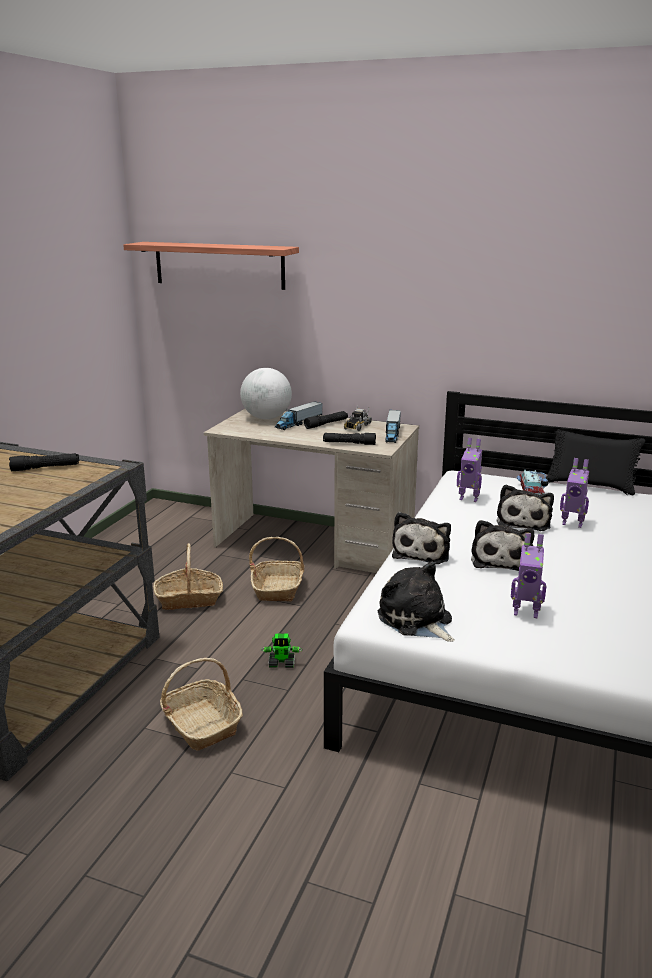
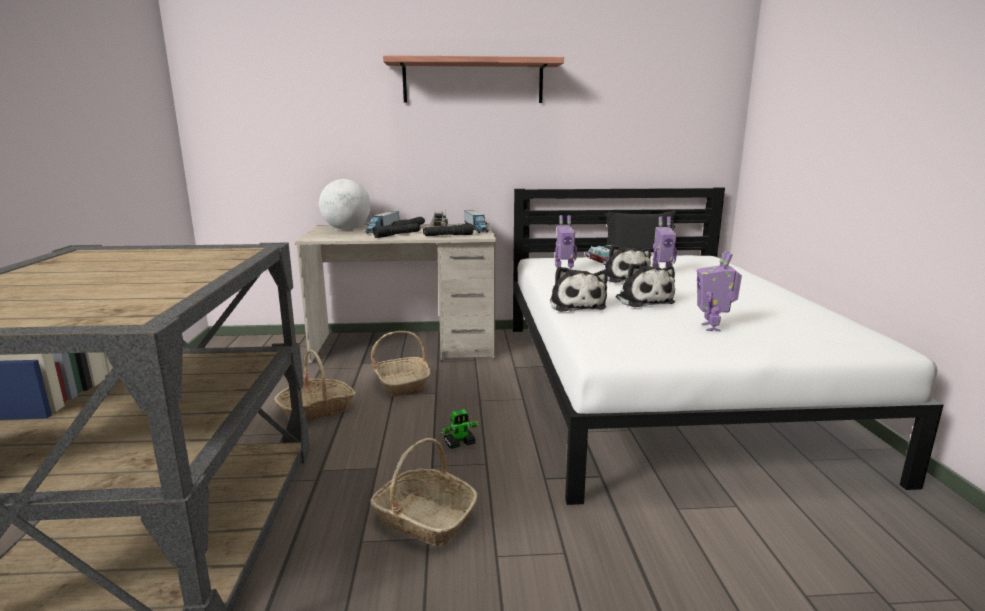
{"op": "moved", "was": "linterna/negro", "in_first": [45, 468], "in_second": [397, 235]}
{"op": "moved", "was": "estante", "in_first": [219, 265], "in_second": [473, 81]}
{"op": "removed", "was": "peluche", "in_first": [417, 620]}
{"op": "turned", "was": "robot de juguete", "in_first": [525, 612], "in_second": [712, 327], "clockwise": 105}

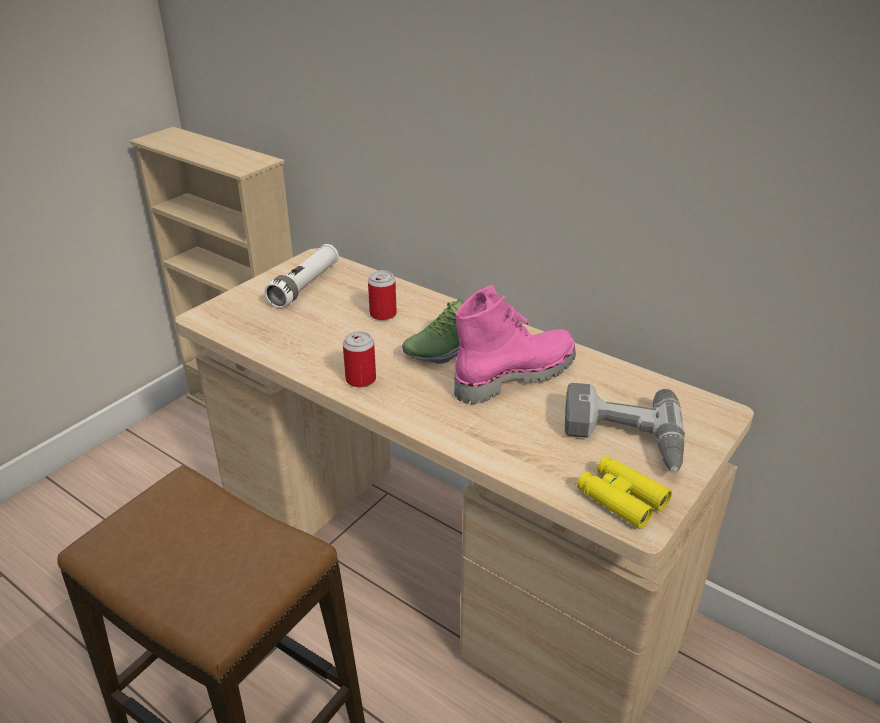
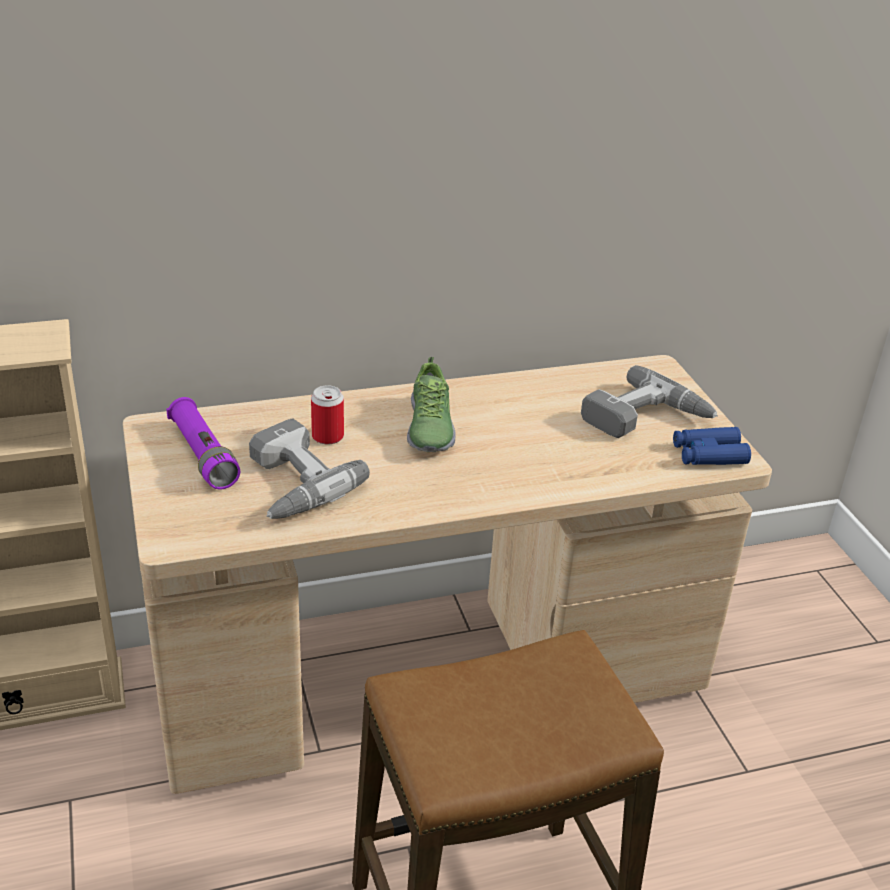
{"op": "recoloured", "was": "linterna/blanco", "now": "linterna/morado", "in_first": [305, 286], "in_second": [203, 455]}
{"op": "removed", "was": "lata", "in_first": [361, 379]}
{"op": "removed", "was": "bota/rosa", "in_first": [514, 376]}
{"op": "recoloured", "was": "prismáticos/amarillo", "now": "prismáticos/azul", "in_first": [621, 498], "in_second": [709, 454]}
{"op": "added", "now": "taladro", "in_second": [290, 484]}

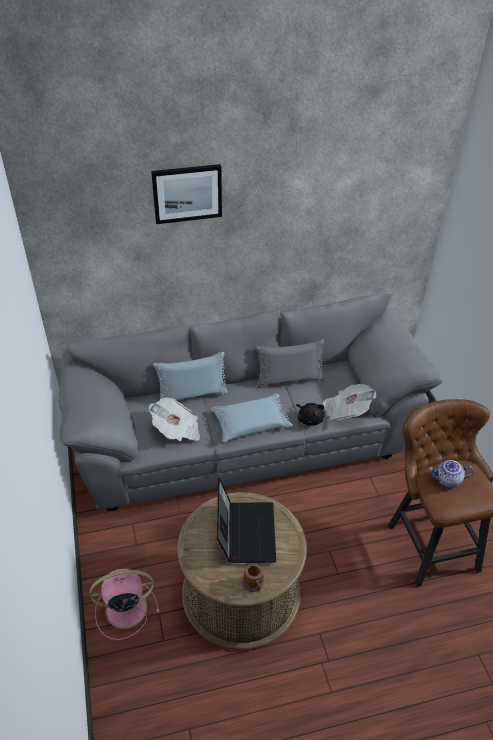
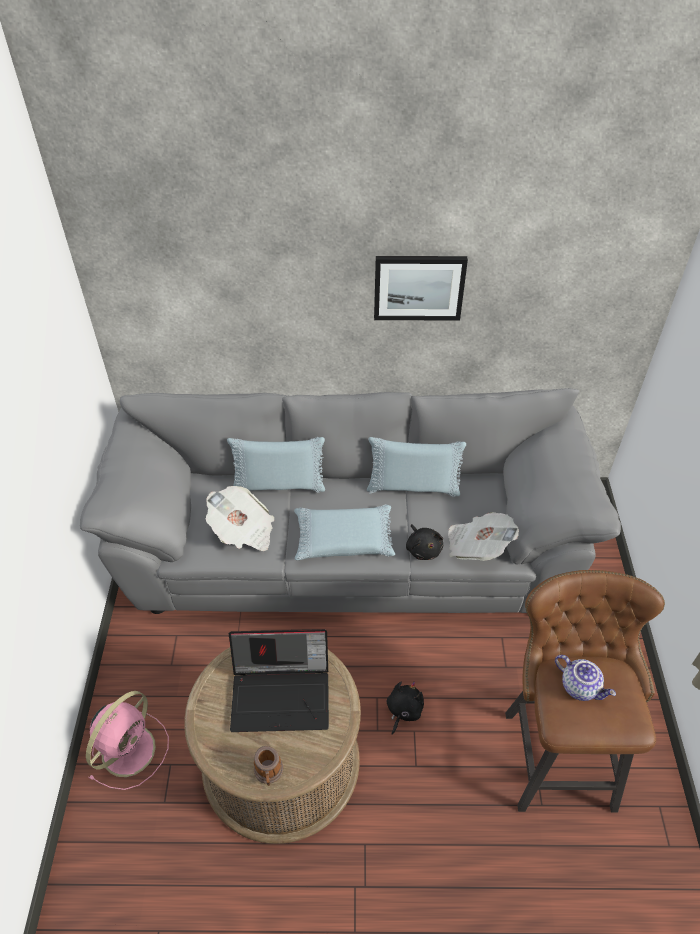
{"op": "turned", "was": "ventilador/rosa", "in_first": [124, 609], "in_second": [130, 748], "clockwise": 120}
{"op": "moved", "was": "cuadro", "in_first": [187, 193], "in_second": [419, 287]}
{"op": "turned", "was": "portátil", "in_first": [245, 532], "in_second": [282, 694], "clockwise": 75}
{"op": "recoloured", "was": "cojín/gris", "now": "cojín/azul", "in_first": [289, 379], "in_second": [413, 486]}
{"op": "turned", "was": "tetera", "in_first": [447, 481], "in_second": [580, 686], "clockwise": -150}
{"op": "added", "now": "peluche/negro", "in_second": [403, 710]}

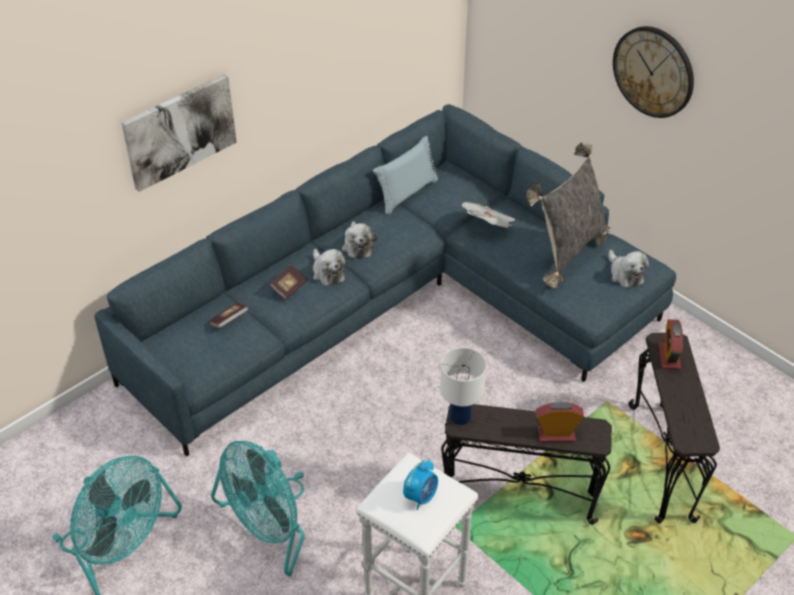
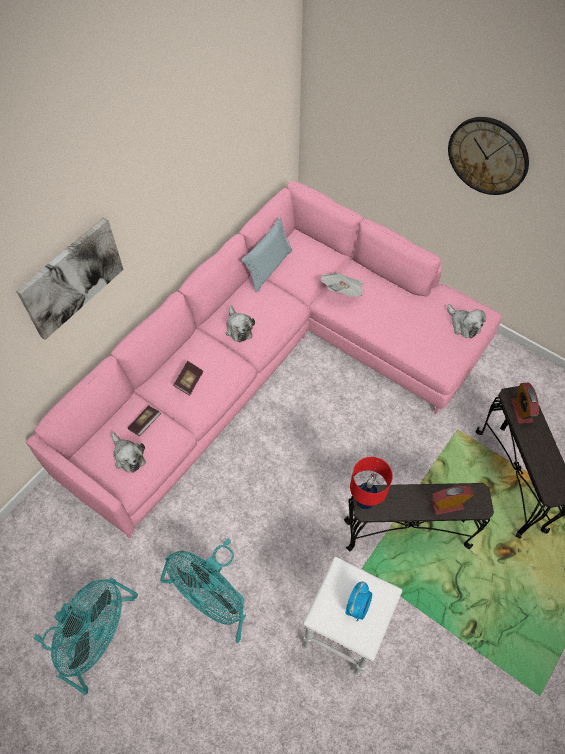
{"op": "recoloured", "was": "sofá/azul", "now": "sofá/rosa", "in_first": [399, 305], "in_second": [275, 362]}
{"op": "moved", "was": "peluche", "in_first": [327, 272], "in_second": [128, 456]}
{"op": "recoloured", "was": "lámpara de mesa/blanco", "now": "lámpara de mesa/rojo", "in_first": [460, 419], "in_second": [364, 502]}
{"op": "removed", "was": "cojín", "in_first": [563, 256]}

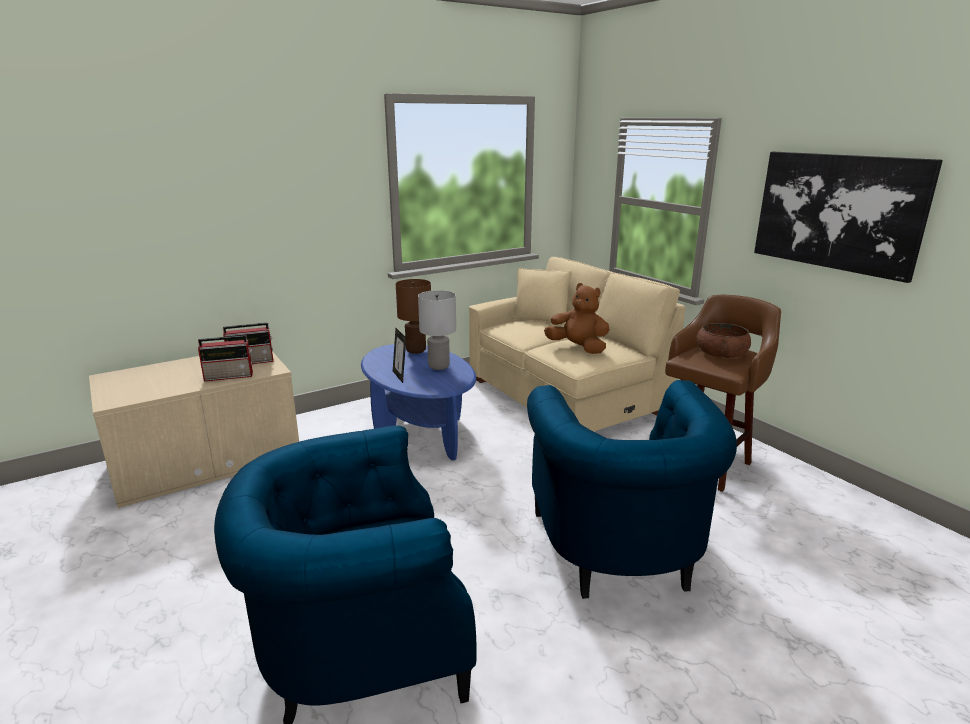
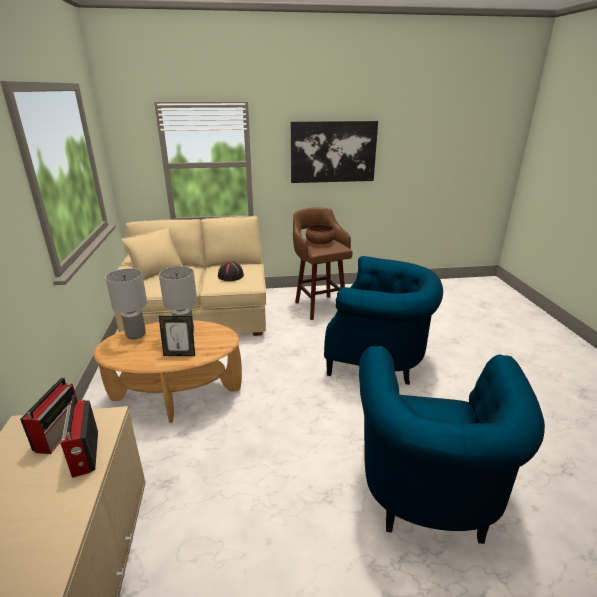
{"op": "turned", "was": "radio", "in_first": [230, 376], "in_second": [85, 454], "clockwise": 150}
{"op": "recoloured", "was": "mesa de centro/azul", "now": "mesa de centro/marrón", "in_first": [420, 430], "in_second": [176, 395]}
{"op": "recoloured", "was": "lámpara de mesa/marrón", "now": "lámpara de mesa/gris", "in_first": [416, 351], "in_second": [136, 336]}
{"op": "replaced", "was": "peluche/marrón", "now": "sombrero/negro", "in_first": [578, 348], "in_second": [231, 276]}

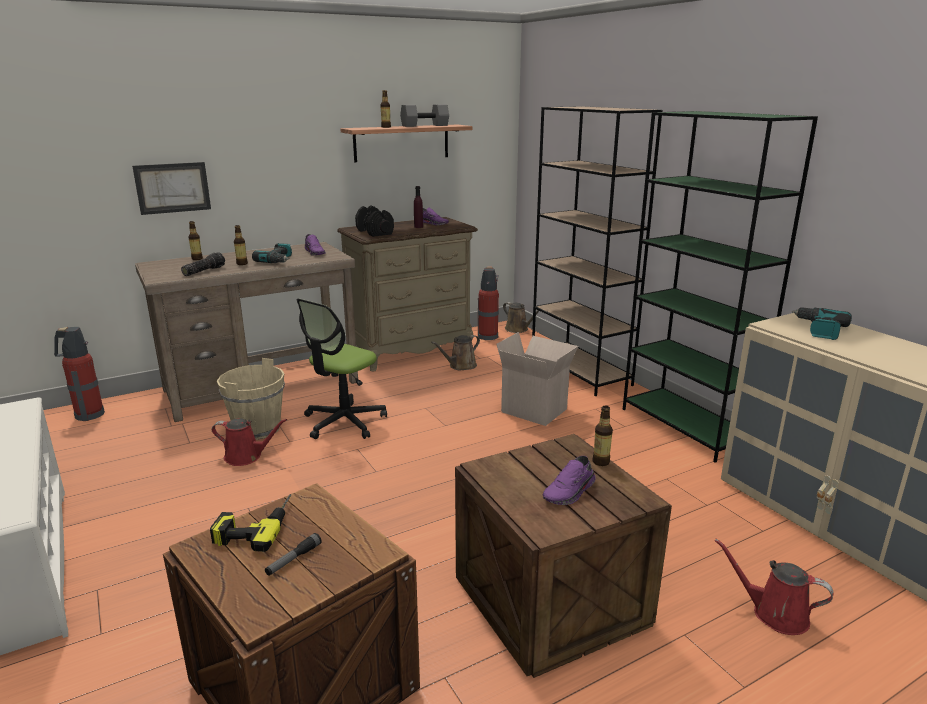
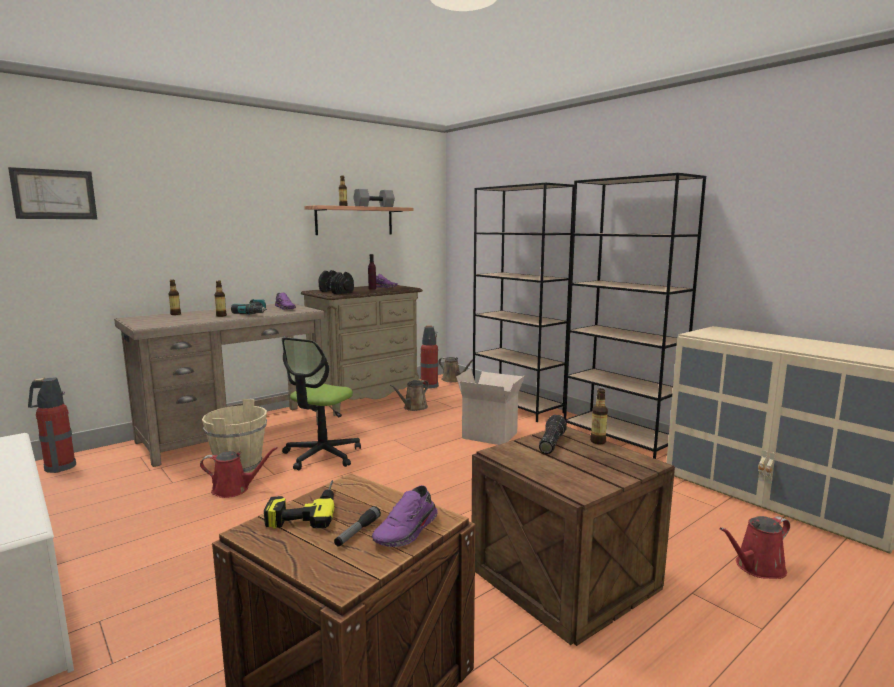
{"op": "moved", "was": "cuadro", "in_first": [172, 188], "in_second": [54, 194]}
{"op": "moved", "was": "linterna", "in_first": [203, 271], "in_second": [550, 443]}
{"op": "moved", "was": "zapato/morado", "in_first": [570, 492], "in_second": [407, 531]}
{"op": "recoloured", "was": "estantería/verde", "now": "estantería/beis", "in_first": [686, 427], "in_second": [620, 438]}
{"op": "turned", "was": "regadera/rojo", "in_first": [774, 614], "in_second": [757, 568], "clockwise": -45}
{"op": "removed", "was": "taladro", "in_first": [819, 329]}

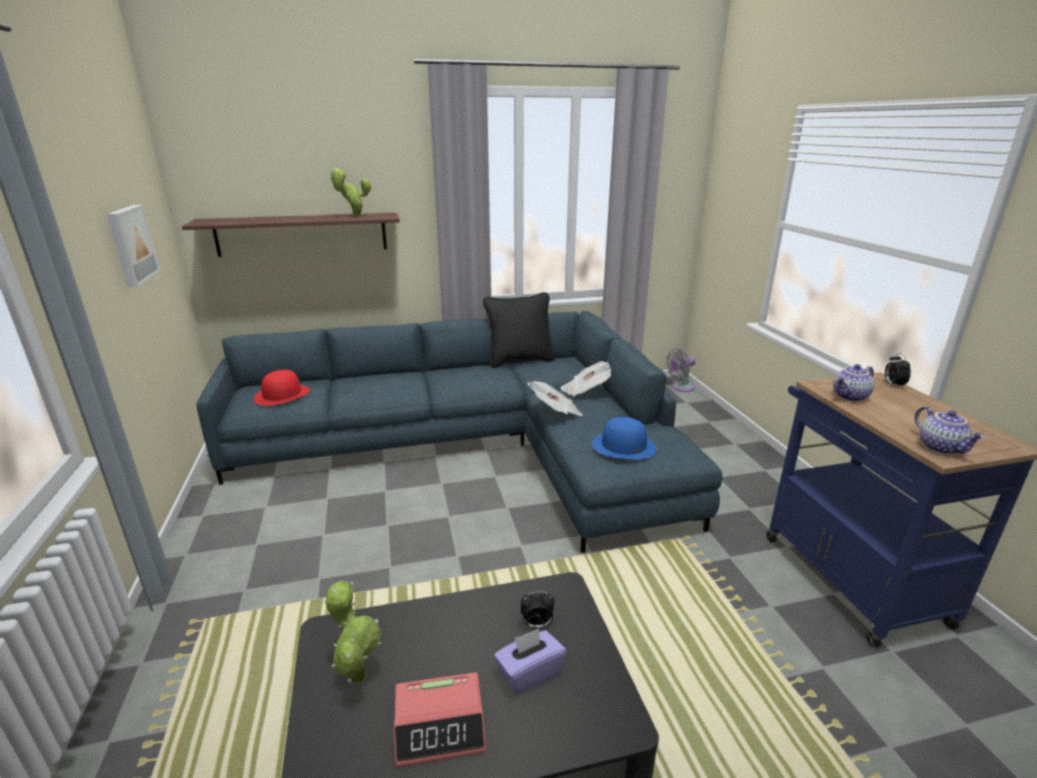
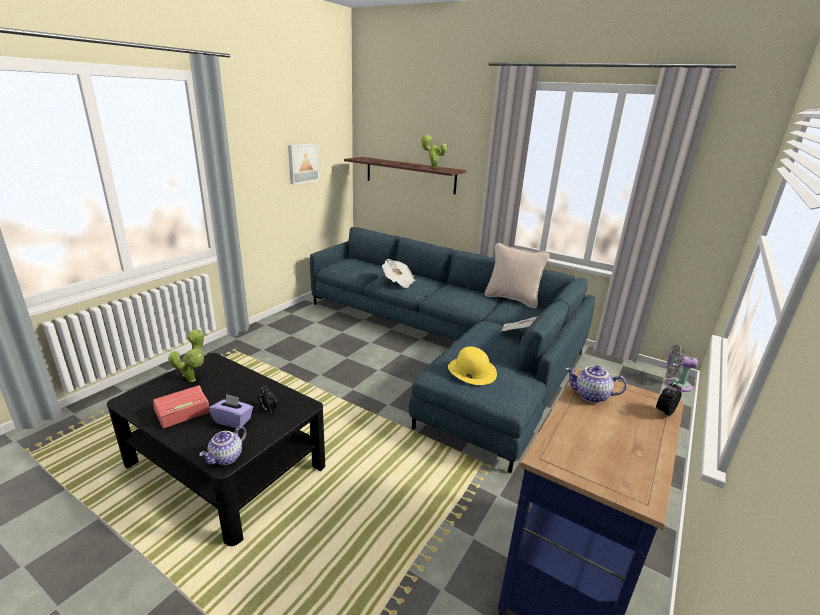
{"op": "removed", "was": "sombrero/rojo", "in_first": [282, 394]}
{"op": "turned", "was": "despertador", "in_first": [440, 726], "in_second": [182, 411], "clockwise": 105}
{"op": "recoloured", "was": "cojín/negro", "now": "cojín/beis", "in_first": [519, 360], "in_second": [512, 299]}
{"op": "moved", "was": "periódico", "in_first": [555, 412], "in_second": [398, 282]}
{"op": "recoloured", "was": "sombrero/azul", "now": "sombrero/amarillo", "in_first": [623, 446], "in_second": [471, 370]}
{"op": "moved", "was": "tetera", "in_first": [941, 447], "in_second": [226, 458]}

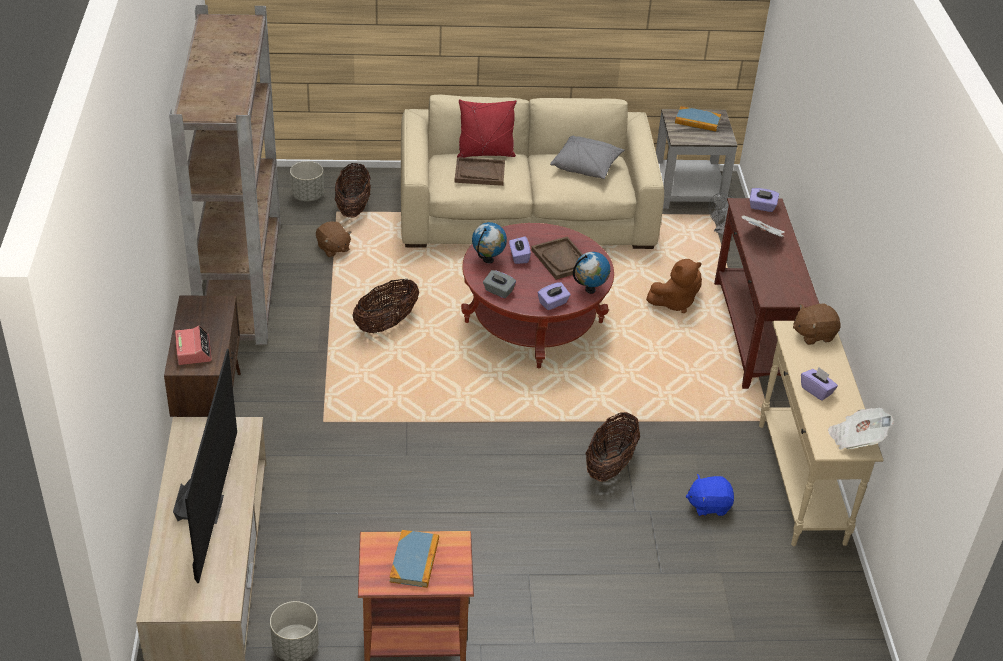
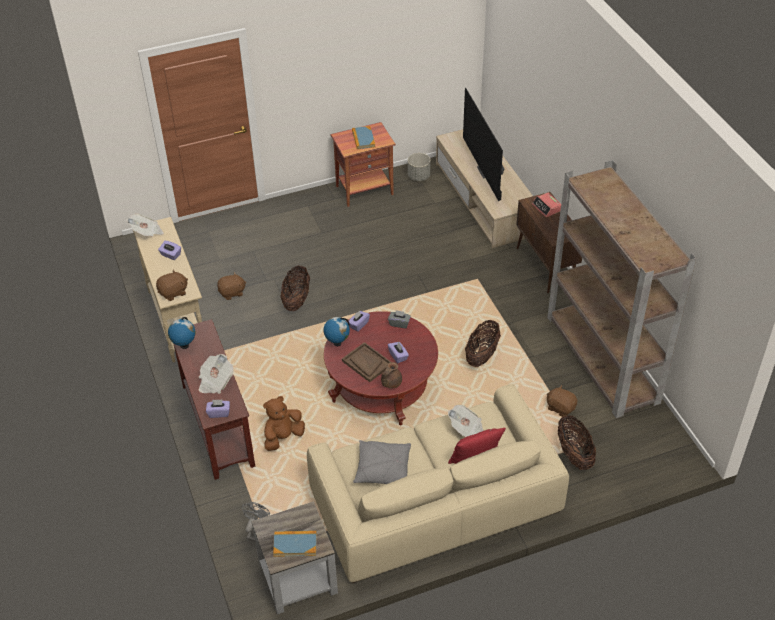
{"op": "removed", "was": "maceta/gris", "in_first": [308, 196]}
{"op": "replaced", "was": "bandeja/marrón", "now": "periódico", "in_first": [479, 173], "in_second": [466, 429]}
{"op": "moved", "was": "globo terráqueo", "in_first": [488, 260], "in_second": [184, 345]}
{"op": "recoloured", "was": "peluche/azul", "now": "peluche/marrón", "in_first": [708, 505], "in_second": [232, 293]}
{"op": "added", "now": "tetera/marrón", "in_second": [390, 383]}

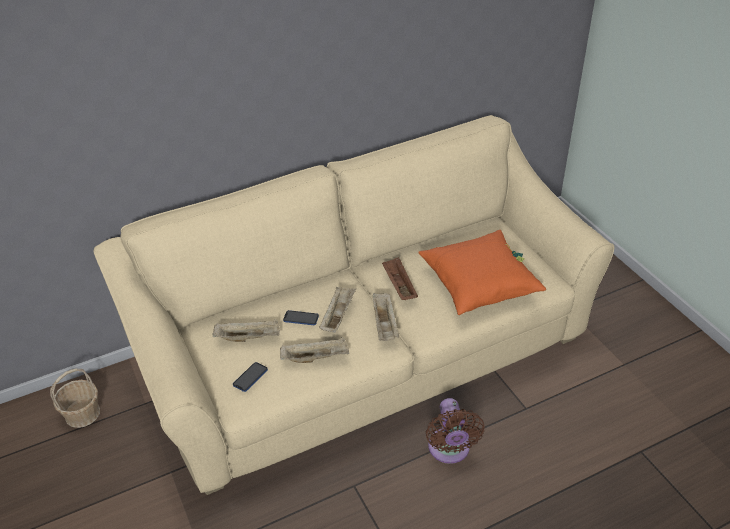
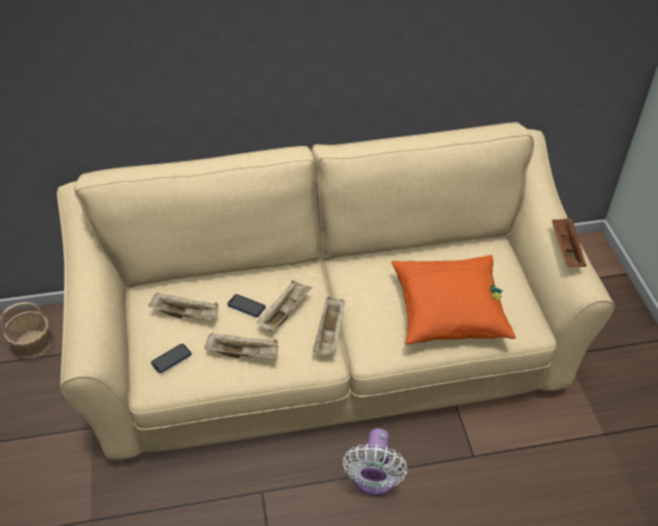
{"op": "moved", "was": "bandeja/marrón", "in_first": [399, 286], "in_second": [565, 250]}
{"op": "recoloured", "was": "ventilador/marrón", "now": "ventilador/blanco", "in_first": [449, 450], "in_second": [374, 480]}

